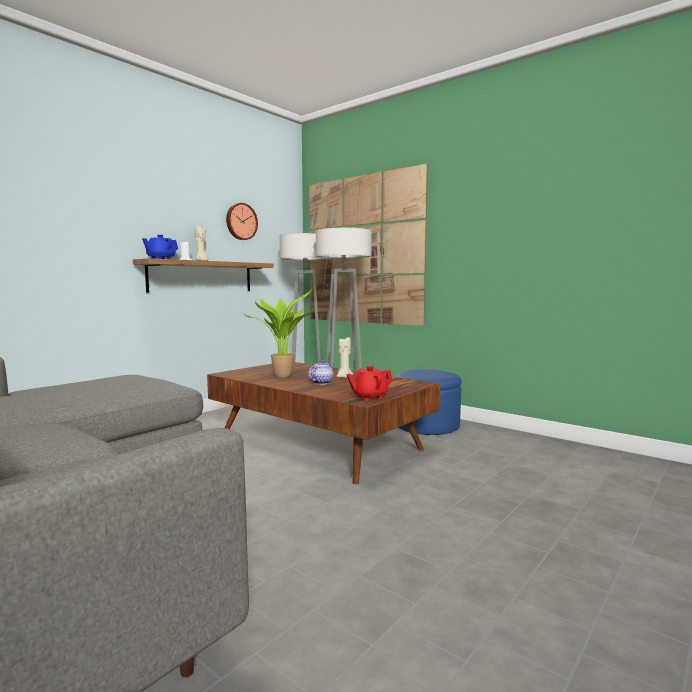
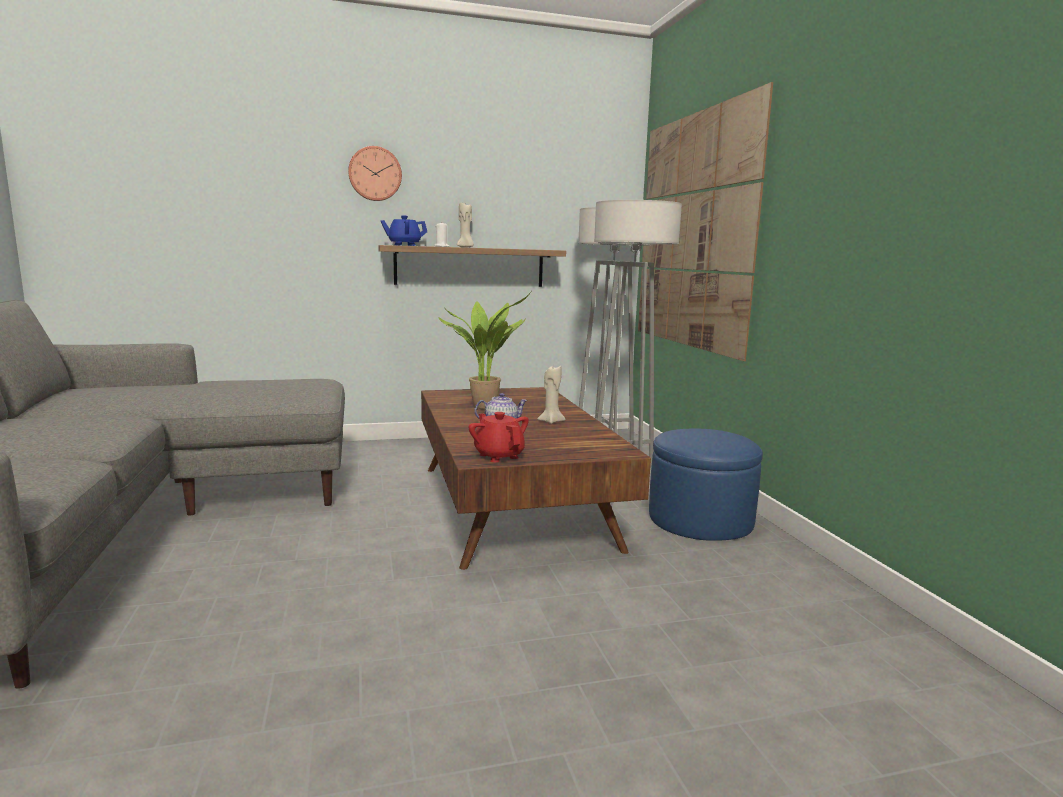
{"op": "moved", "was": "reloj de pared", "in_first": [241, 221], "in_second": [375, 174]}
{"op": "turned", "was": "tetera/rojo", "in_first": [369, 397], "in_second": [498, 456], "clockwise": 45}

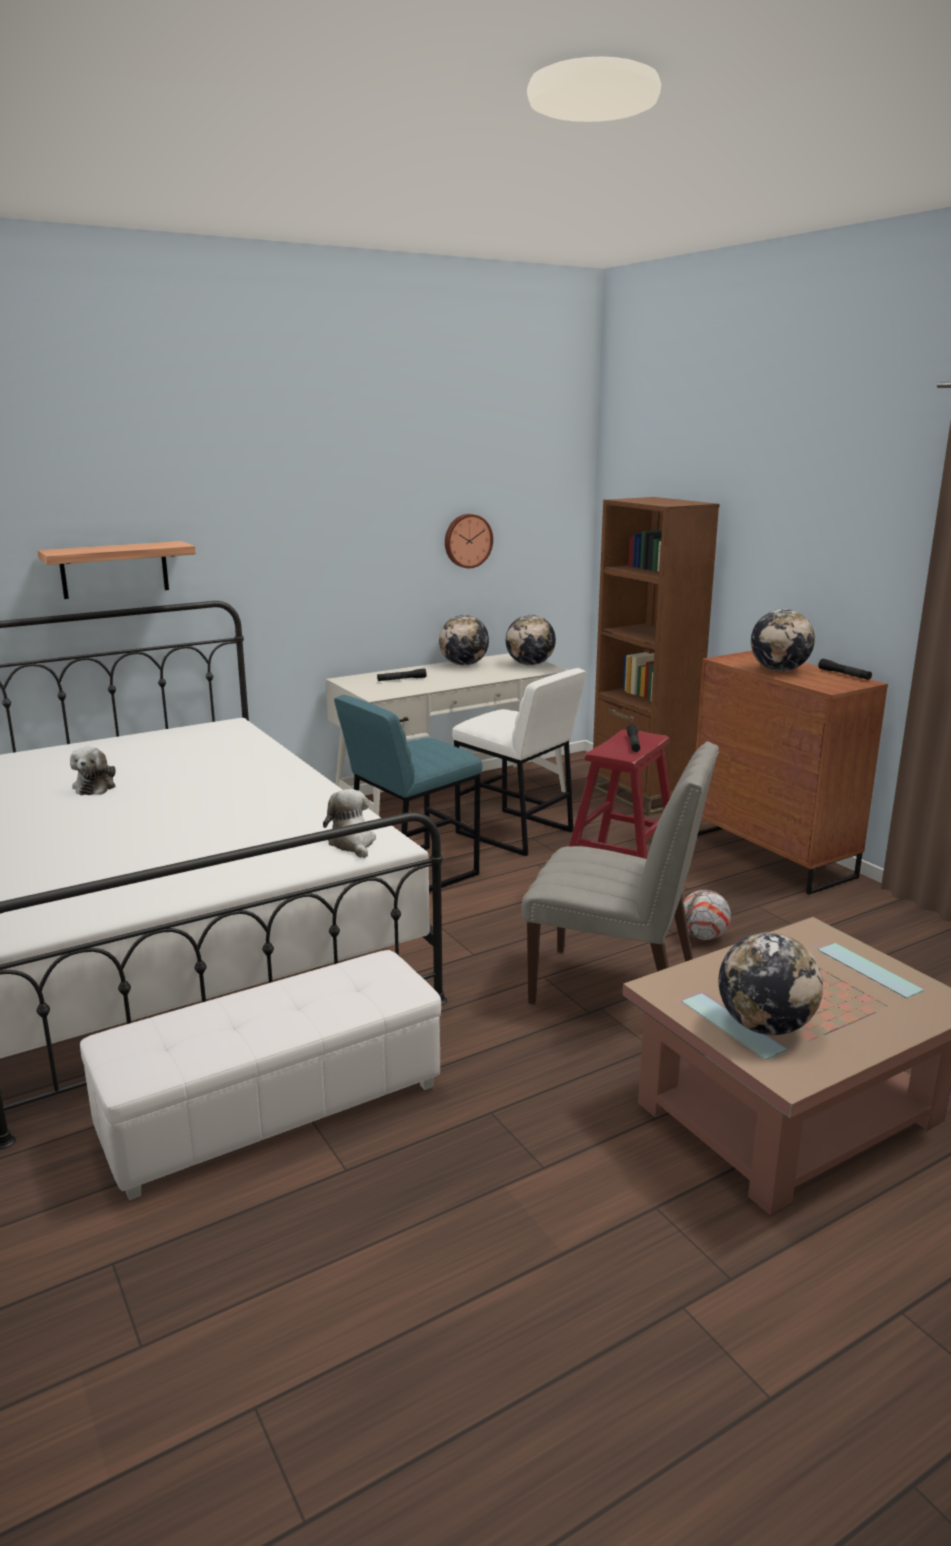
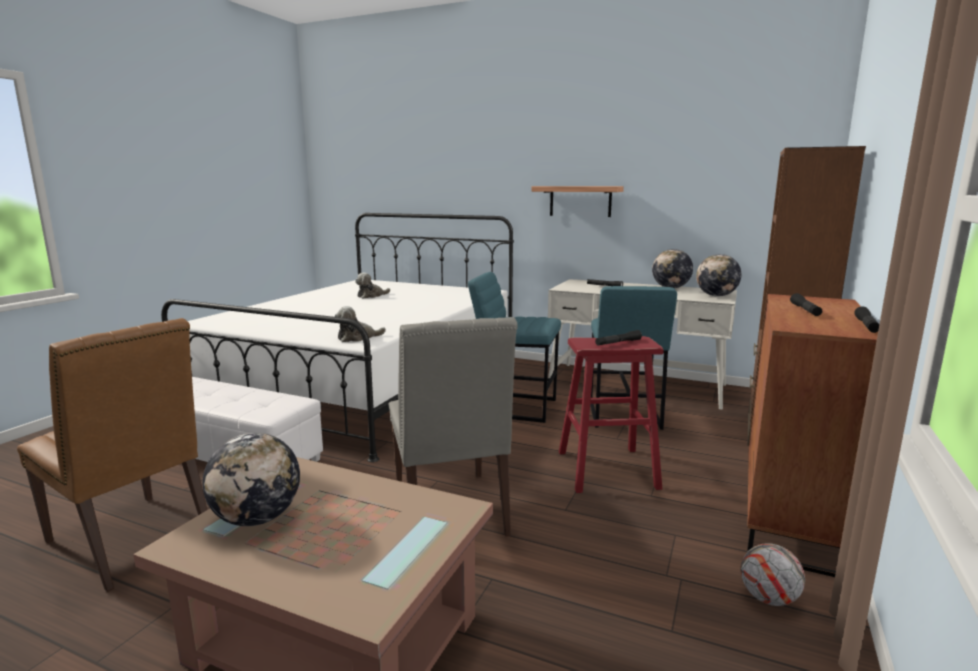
{"op": "moved", "was": "estante", "in_first": [114, 569], "in_second": [580, 201]}
{"op": "turned", "was": "peluche", "in_first": [353, 843], "in_second": [357, 338], "clockwise": -150}
{"op": "removed", "was": "reloj de pared", "in_first": [467, 540]}
{"op": "recoloured", "was": "taburete/blanco", "now": "taburete/azul", "in_first": [517, 833], "in_second": [624, 415]}
{"op": "moved", "was": "balón de fútbol", "in_first": [703, 936], "in_second": [768, 598]}
{"op": "replaced", "was": "globo terráqueo", "now": "linterna/negro", "in_first": [779, 670], "in_second": [805, 310]}
{"op": "added", "now": "silla/marrón", "in_second": [129, 539]}

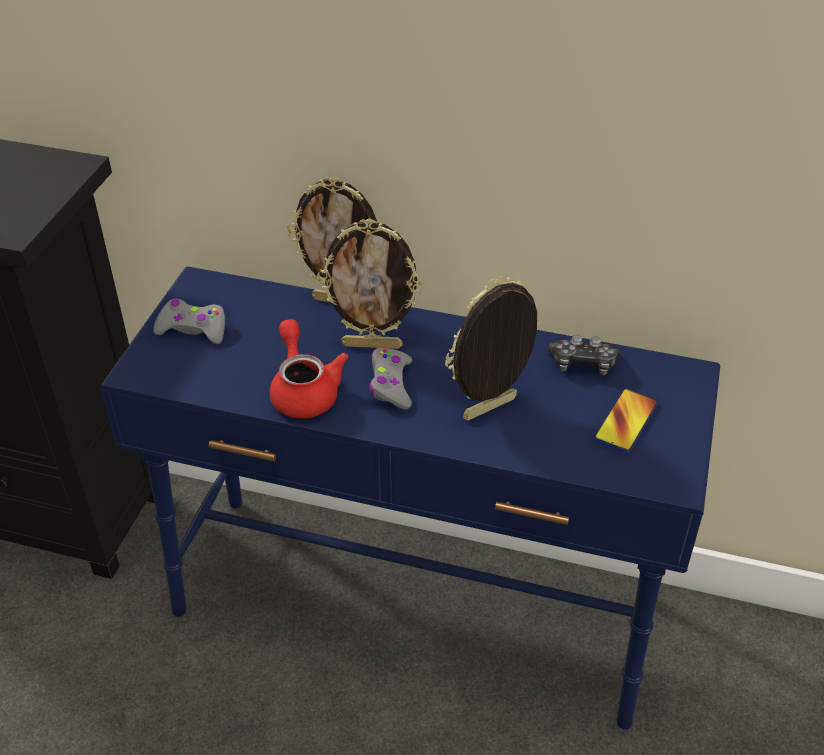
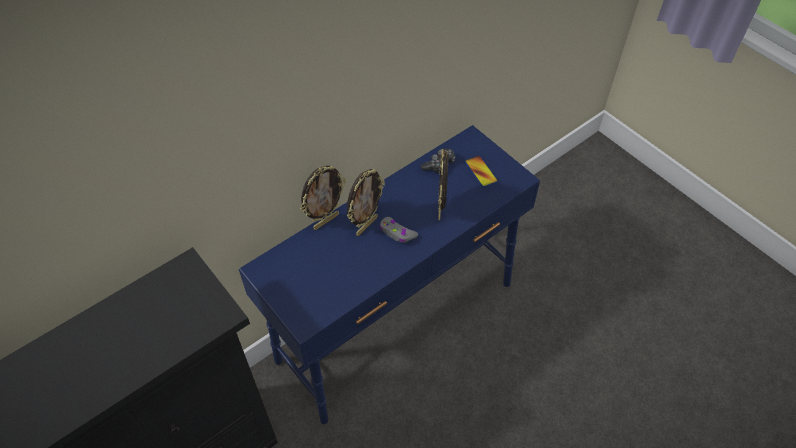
{"op": "removed", "was": "mando de consola/gris", "in_first": [193, 329]}
{"op": "removed", "was": "tetera/rojo", "in_first": [304, 390]}

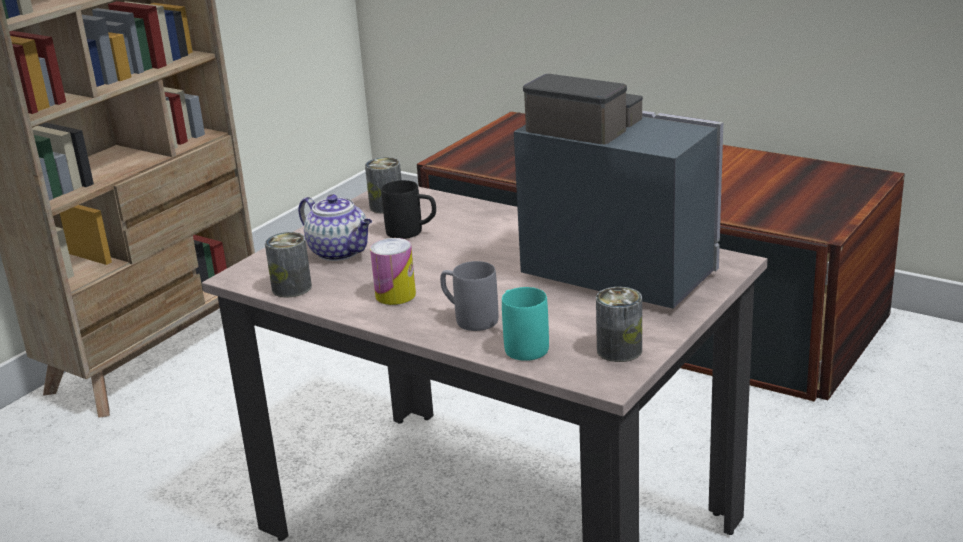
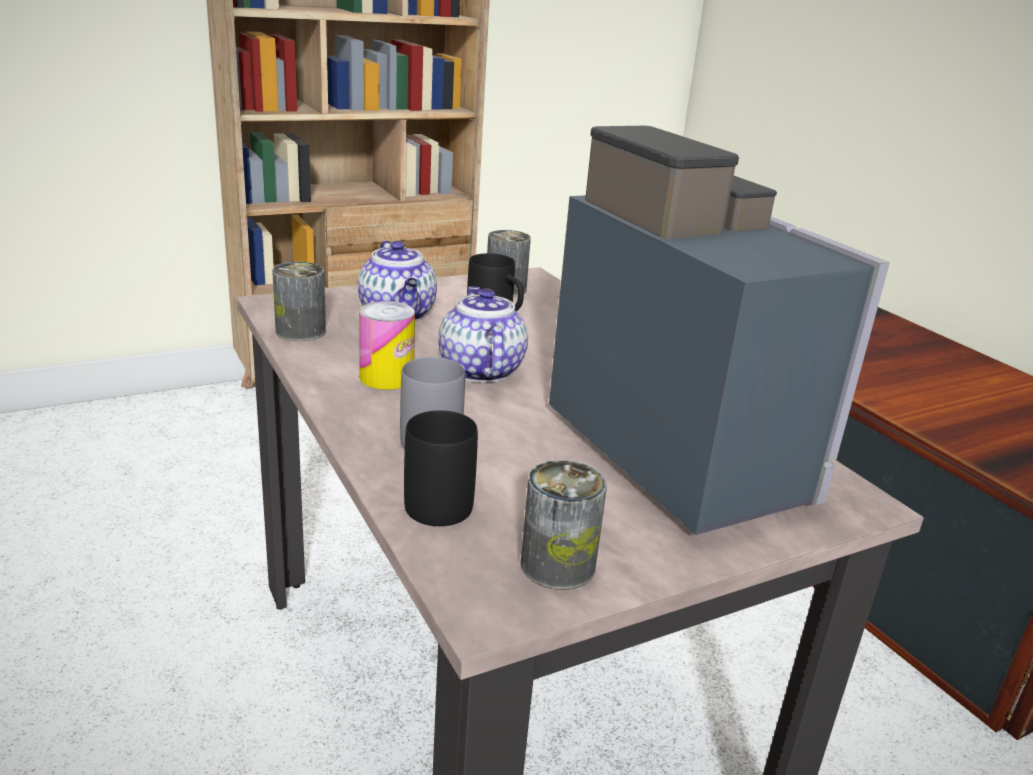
{"op": "recoloured", "was": "taza grande/turquesa", "now": "taza grande/negro", "in_first": [522, 345], "in_second": [441, 498]}
{"op": "added", "now": "tetera", "in_second": [479, 369]}

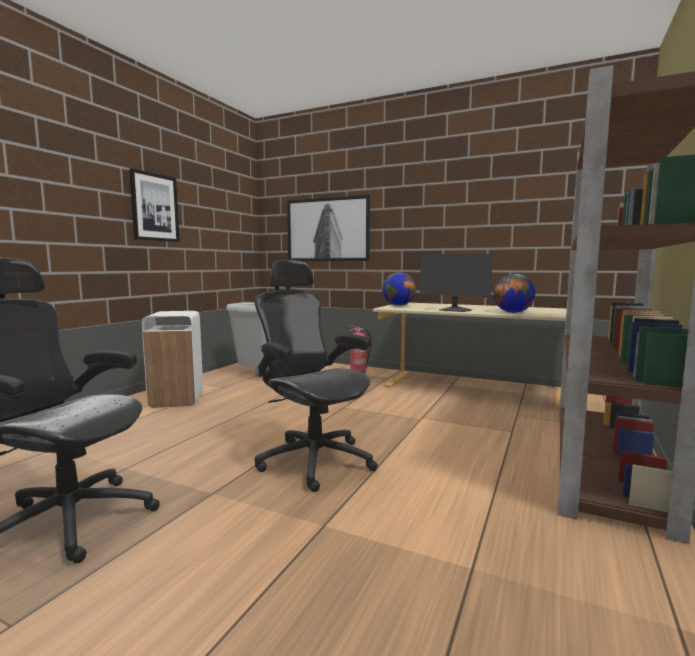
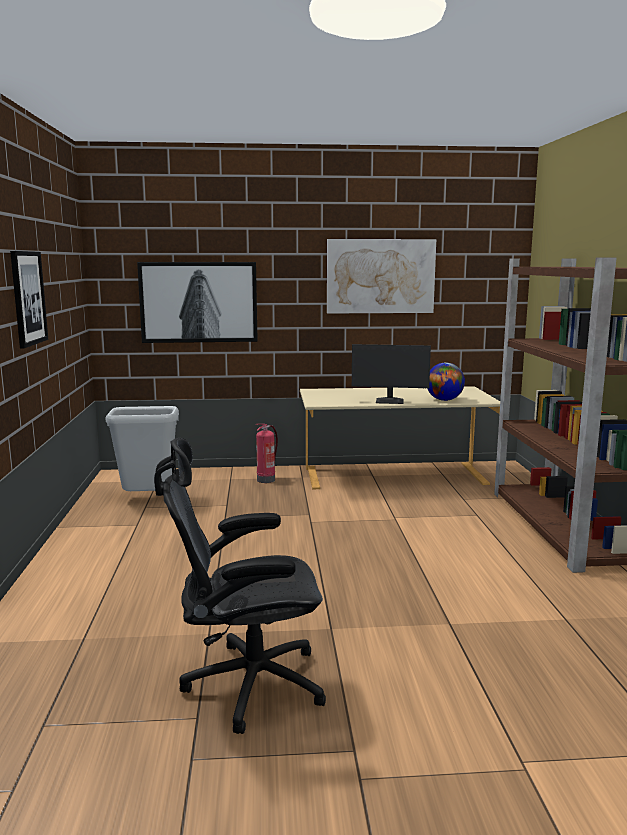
{"op": "removed", "was": "papelera/blanco", "in_first": [177, 400]}
{"op": "removed", "was": "silla de oficina", "in_first": [313, 459]}
{"op": "removed", "was": "globo terráqueo", "in_first": [398, 305]}
{"op": "added", "now": "cuadro", "in_second": [380, 276]}

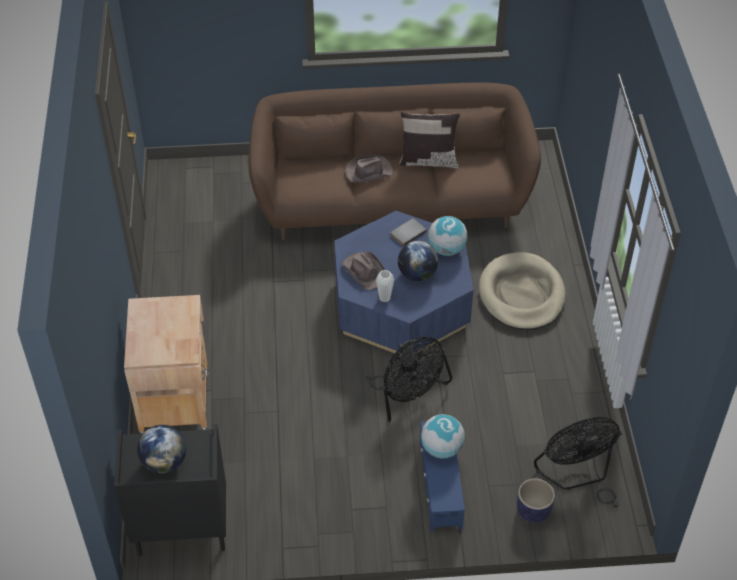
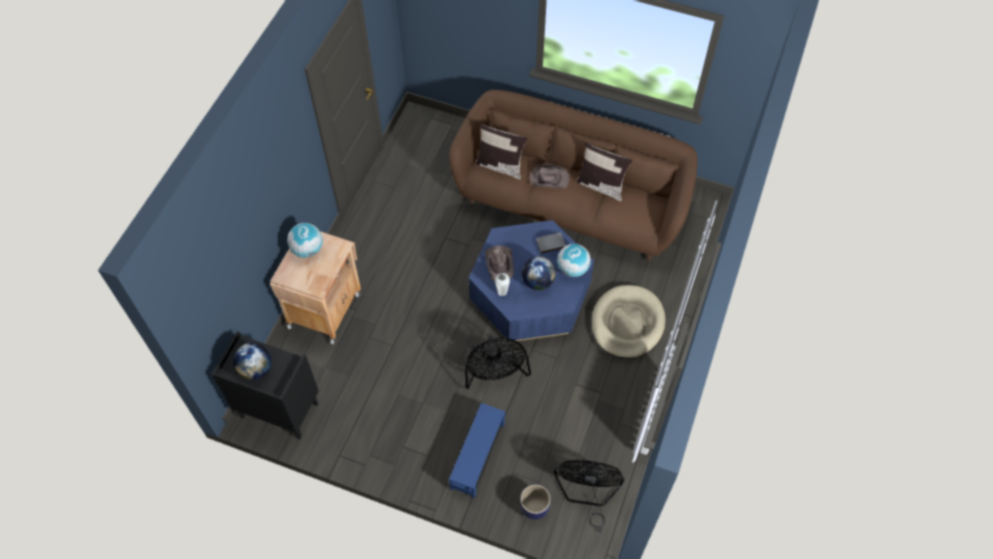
{"op": "moved", "was": "globo terráqueo", "in_first": [441, 448], "in_second": [307, 249]}
{"op": "added", "now": "cojín", "in_second": [500, 166]}

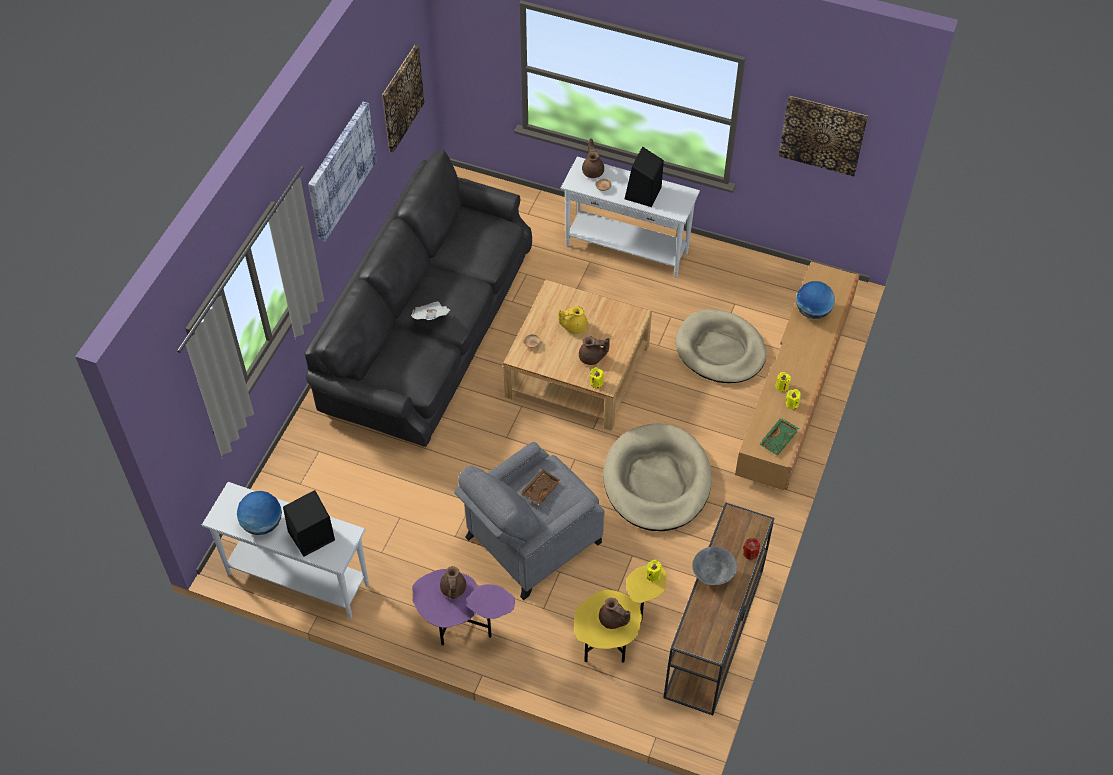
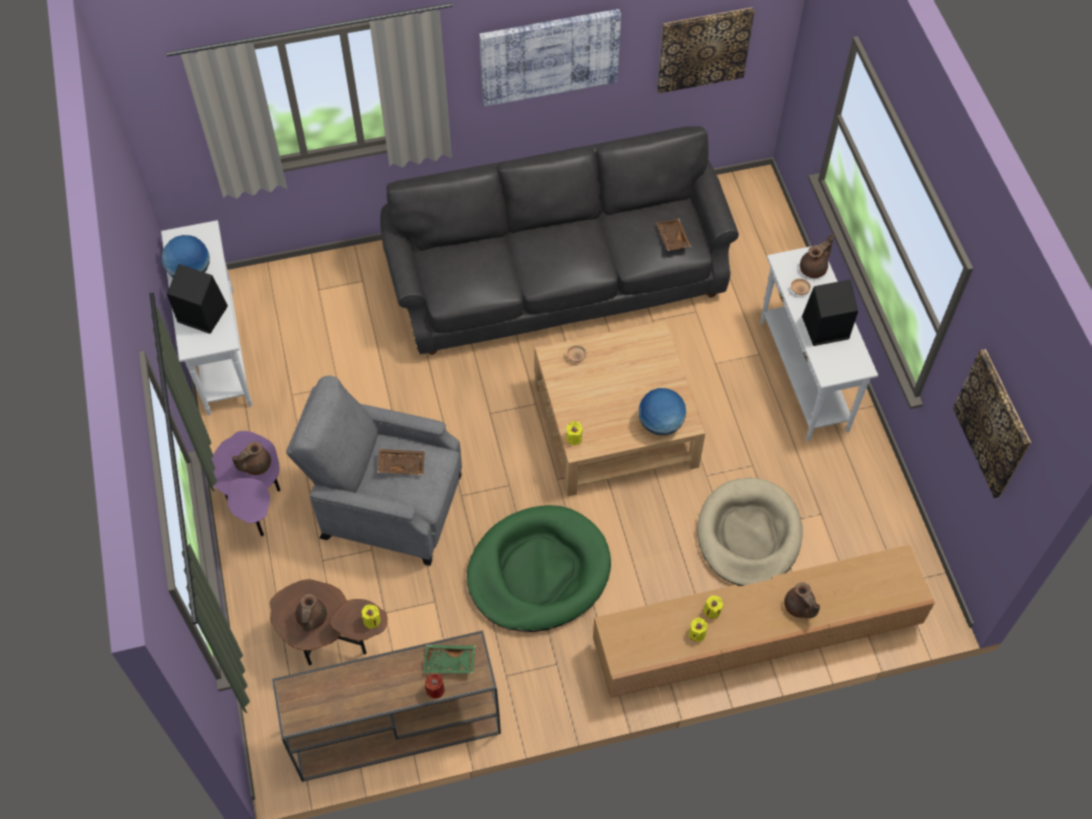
{"op": "removed", "was": "periódico", "in_first": [431, 317]}
{"op": "removed", "was": "tetera/amarillo", "in_first": [574, 327]}
{"op": "recoloured", "was": "mesa auxiliar/amarillo", "now": "mesa auxiliar/marrón", "in_first": [616, 638], "in_second": [331, 642]}
{"op": "moved", "was": "tetera/marrón", "in_first": [592, 358], "in_second": [799, 607]}
{"op": "recoloured", "was": "cama para perro/beis", "now": "cama para perro/verde", "in_first": [657, 481], "in_second": [538, 572]}
{"op": "removed", "was": "cuenco/gris", "in_first": [713, 575]}
{"op": "moved", "was": "bandeja/verde", "in_first": [779, 440], "in_second": [449, 663]}
{"op": "moved", "was": "globo terráqueo", "in_first": [812, 312], "in_second": [660, 424]}
{"op": "added", "now": "bandeja/marrón", "in_second": [672, 238]}

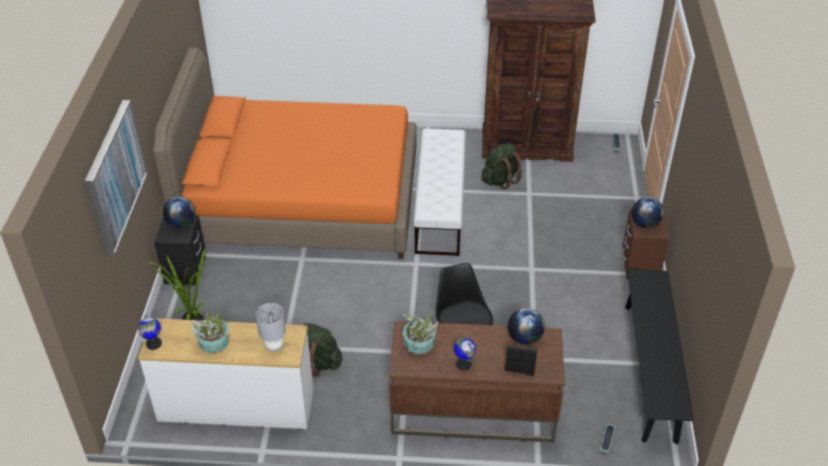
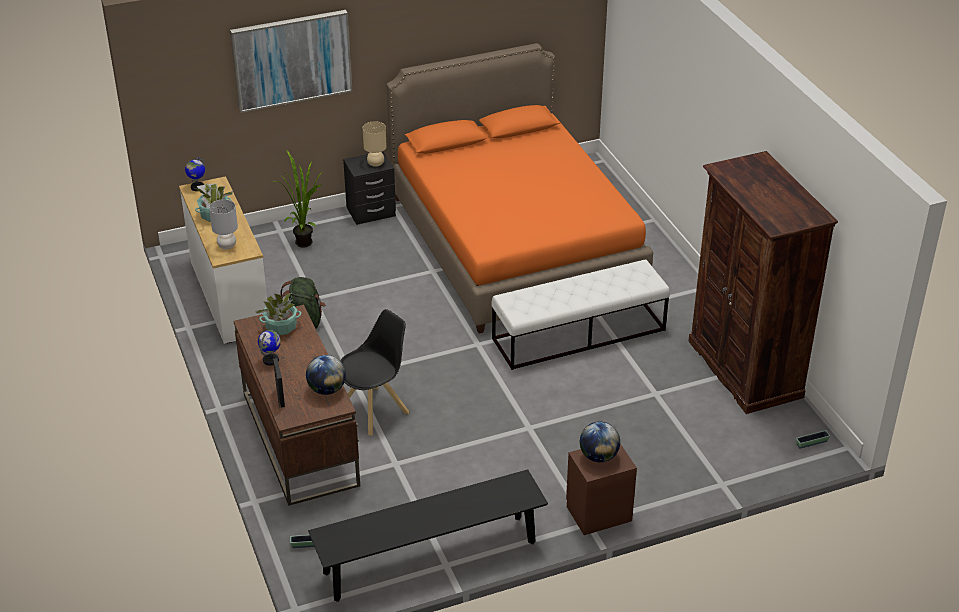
{"op": "replaced", "was": "globo terráqueo", "now": "lámpara de mesa/beis", "in_first": [181, 224], "in_second": [376, 163]}
{"op": "removed", "was": "mochila/verde", "in_first": [500, 180]}

